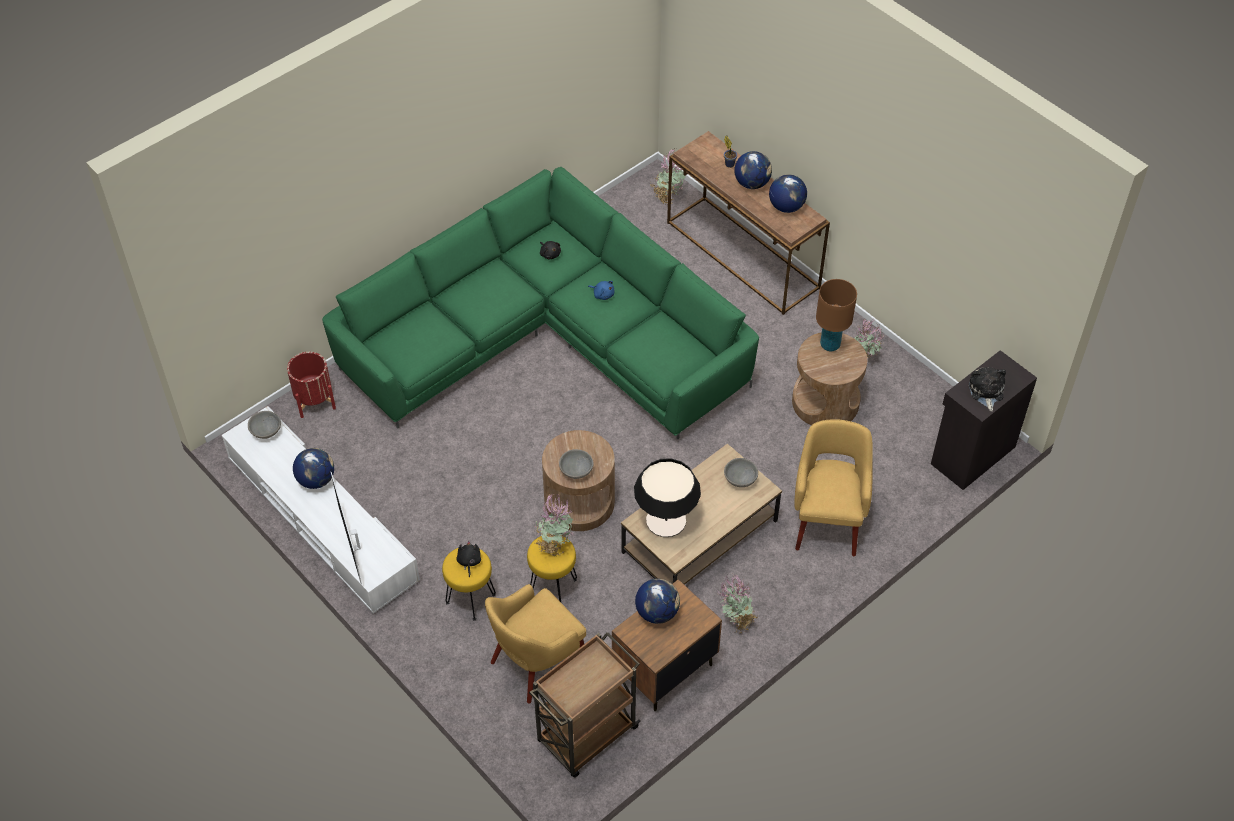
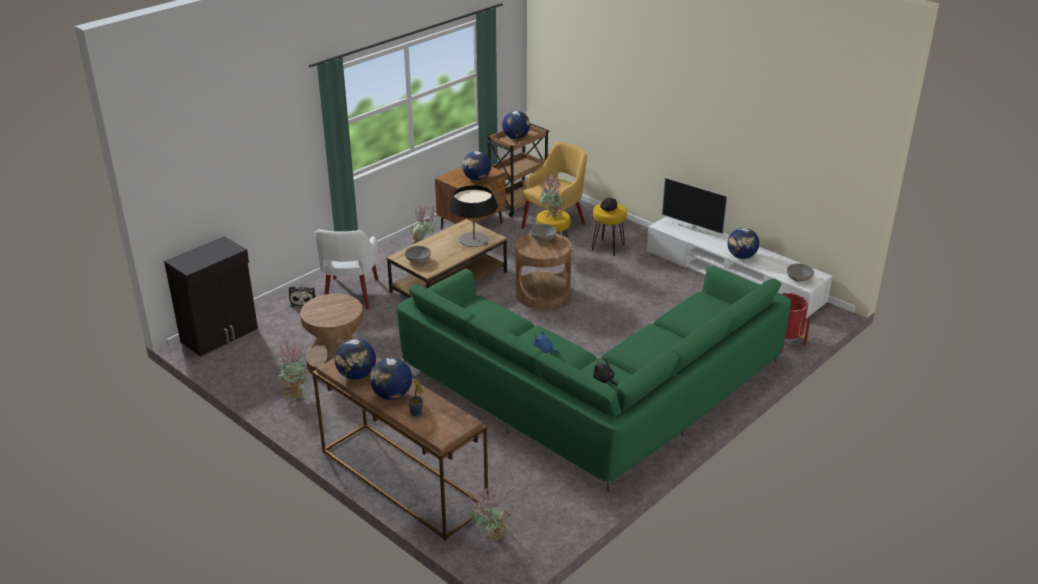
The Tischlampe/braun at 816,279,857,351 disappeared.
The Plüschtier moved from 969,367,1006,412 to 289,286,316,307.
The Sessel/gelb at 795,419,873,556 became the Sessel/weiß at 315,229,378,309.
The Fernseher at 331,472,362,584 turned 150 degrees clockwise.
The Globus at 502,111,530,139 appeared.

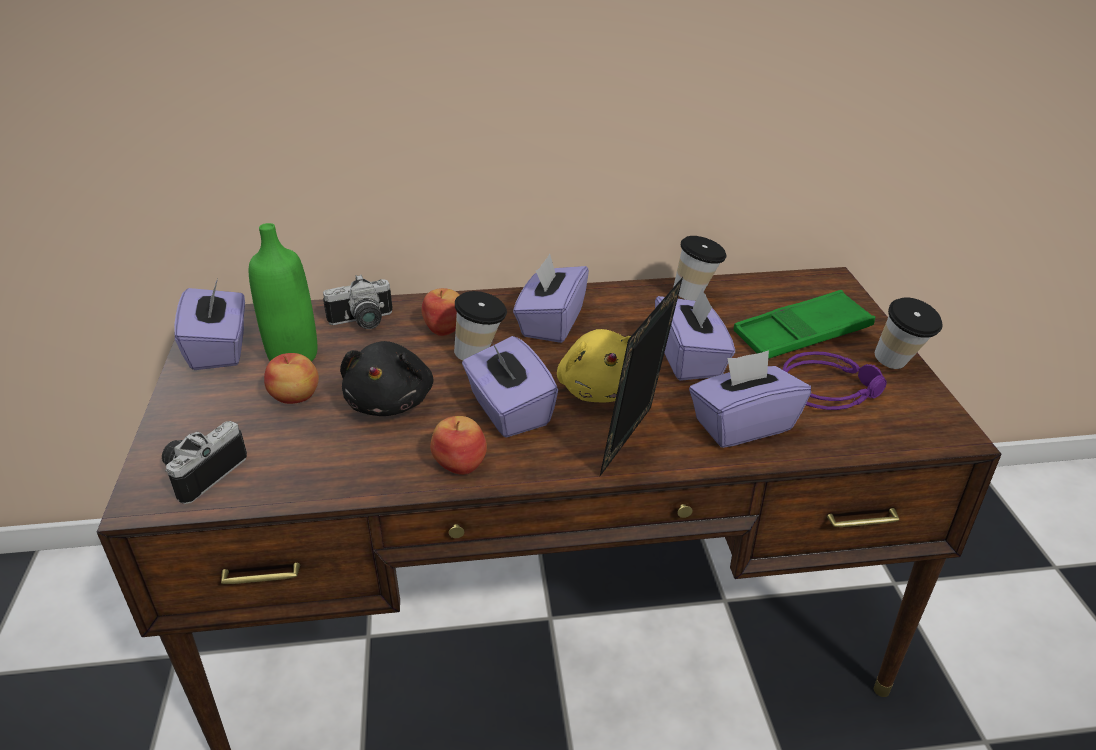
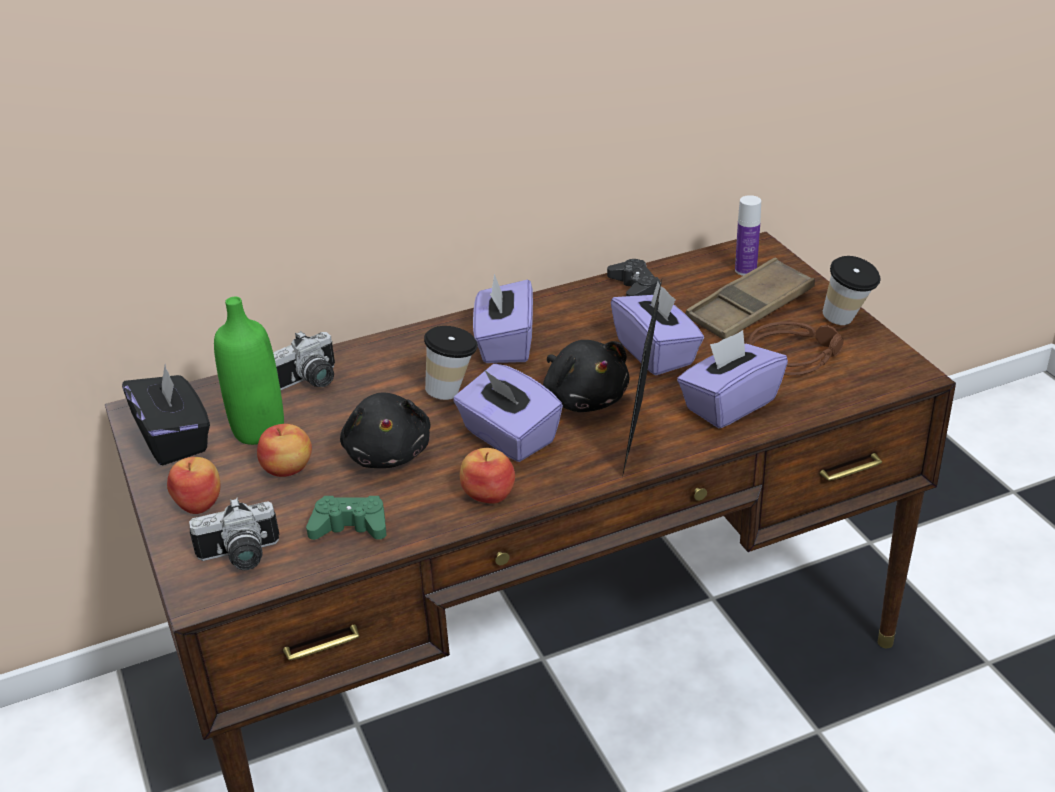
The Tasse at 673,236,727,301 was replaced by the Gamepad/schwarz at 607,259,661,296.
The Taschentuchbox/lila at 174,279,245,370 became the Taschentuchbox/schwarz at 122,365,210,465.
The Apfel moved from 421,288,459,336 to 167,457,220,514.
The Tablett/grün at 734,290,875,359 became the Tablett/braun at 686,258,815,339.
The Plüschtier/gelb at 557,329,631,402 became the Plüschtier/schwarz at 543,340,629,412.
The Kopfhörer/lila at 783,351,887,410 became the Kopfhörer/braun at 748,322,844,375.
The Kamera at 162,421,247,504 turned 120 degrees counterclockwise.
The Flasche at 735,195,761,276 appeared.
The Gamepad/grün at 306,496,386,540 appeared.

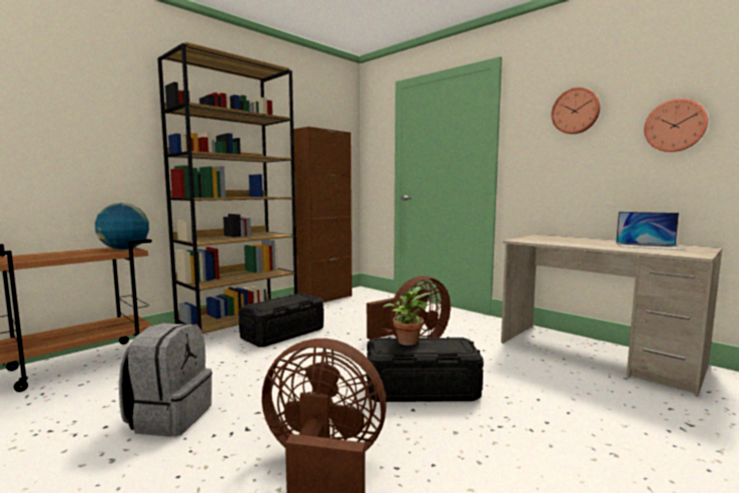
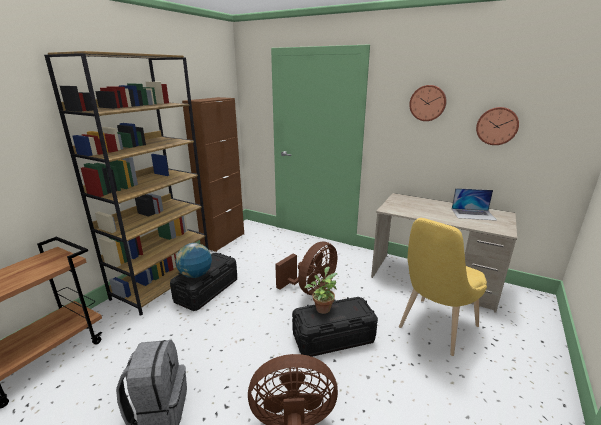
The Globus moved from 95,203,149,250 to 175,243,212,278.
The Stuhl/gelb at 399,218,487,356 appeared.

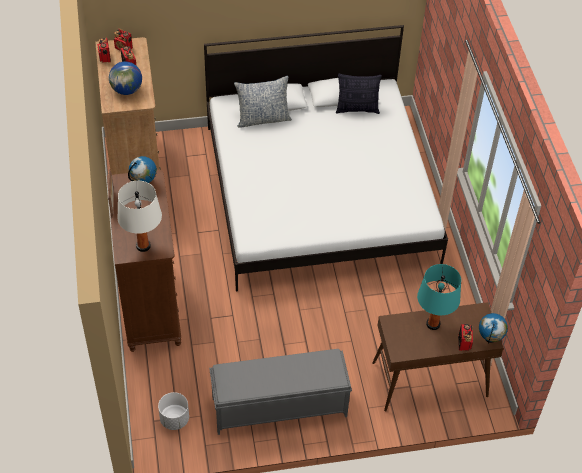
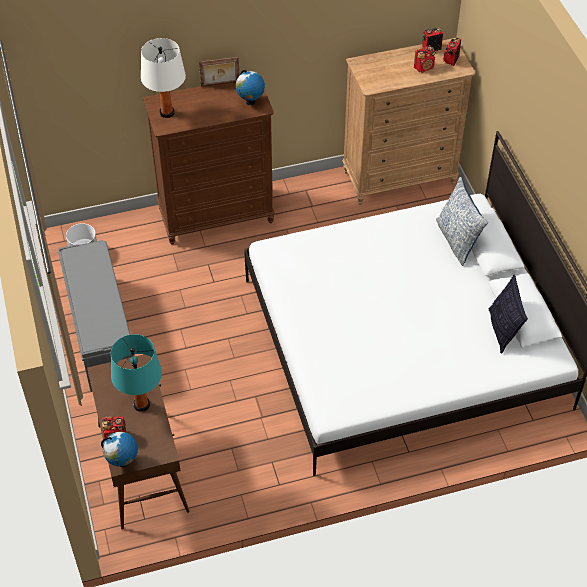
The Globus at 109,61,142,95 disappeared.

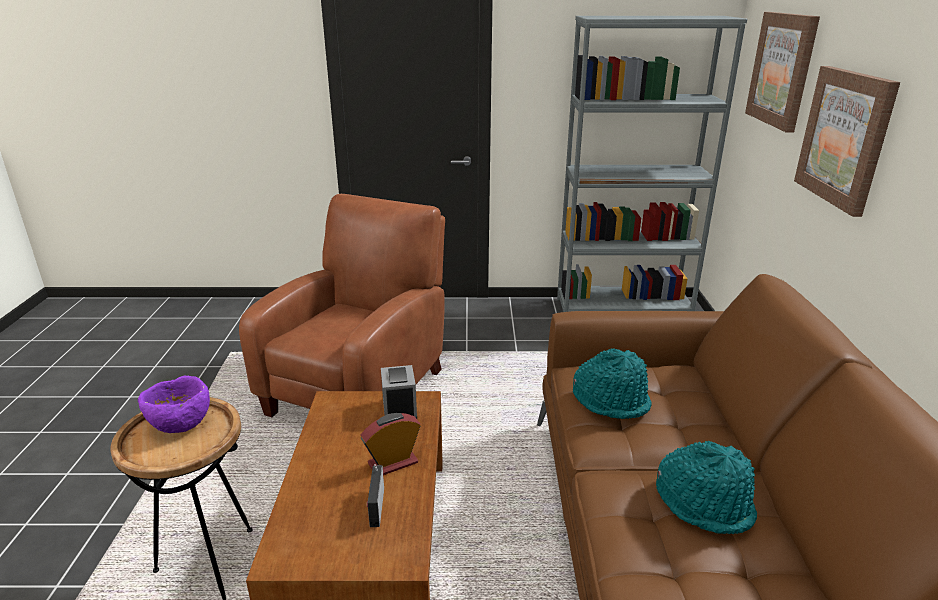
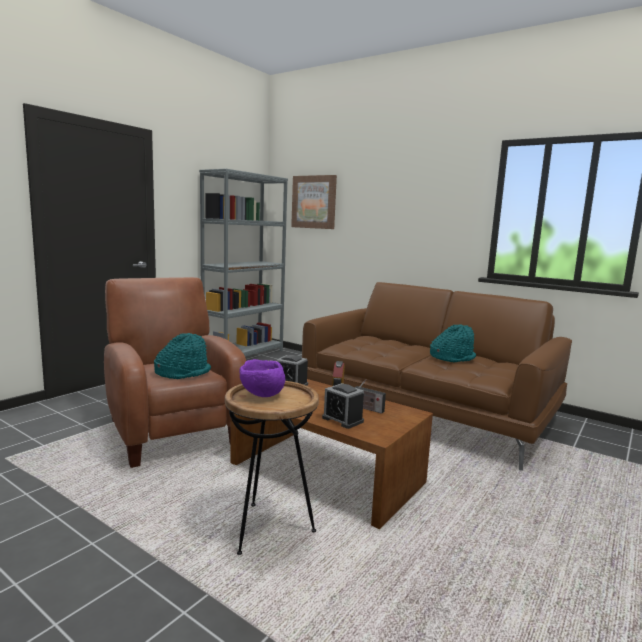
The Bild at 794,66,900,217 disappeared.
The Hut/türkis moved from 573,348,652,419 to 154,333,211,379.
The Wecker at 322,383,364,429 appeared.

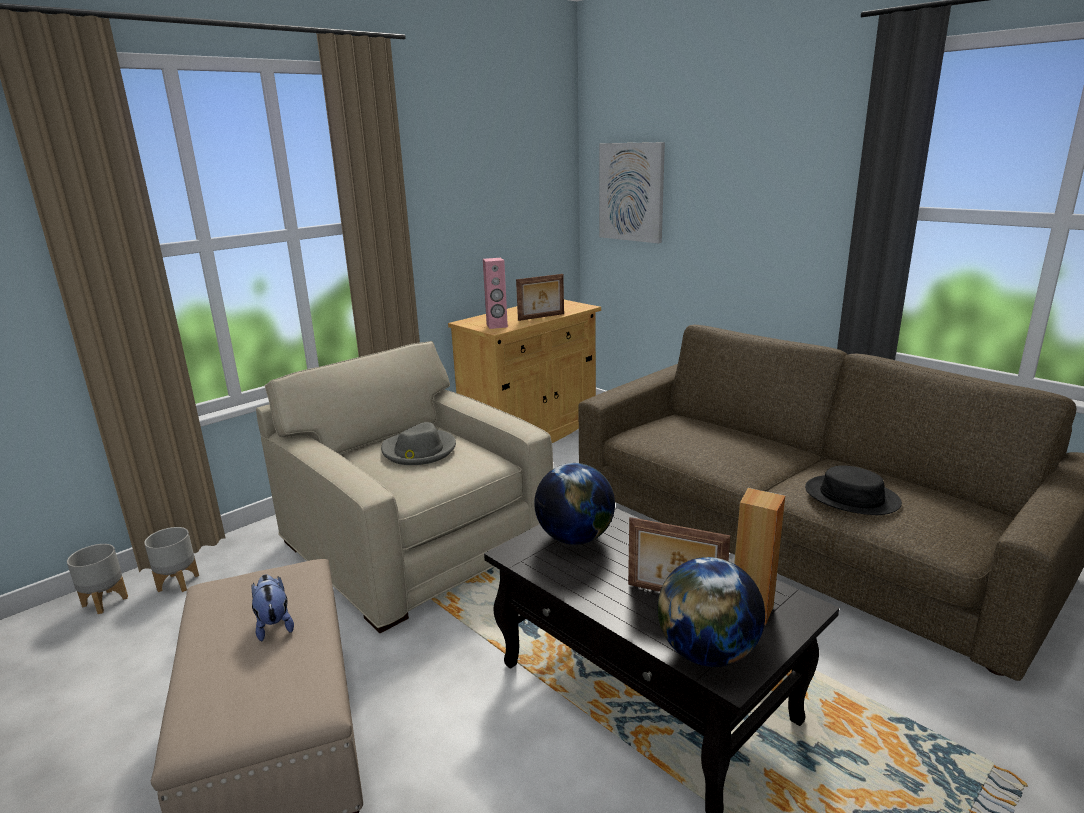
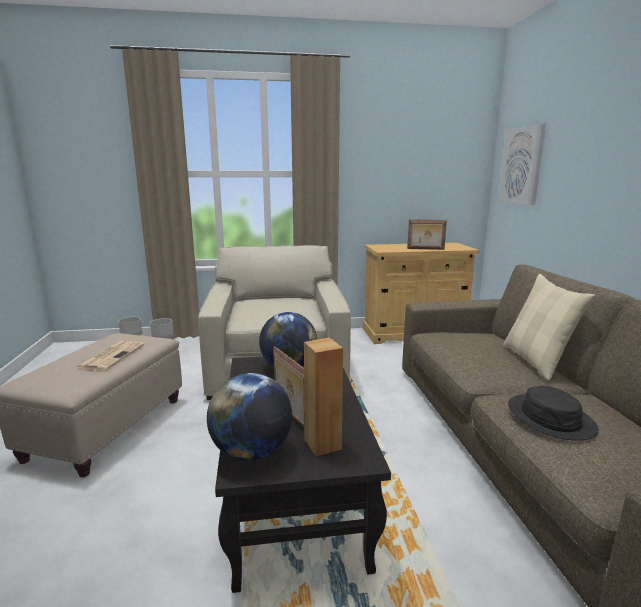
The Lautsprecher/rosa at 483,258,508,329 disappeared.
The Hut/grau at 381,422,456,465 disappeared.
The Plüschtier at 251,575,294,641 was replaced by the Zeitung at 75,341,145,371.
The Kissen/beige at 503,274,595,381 appeared.

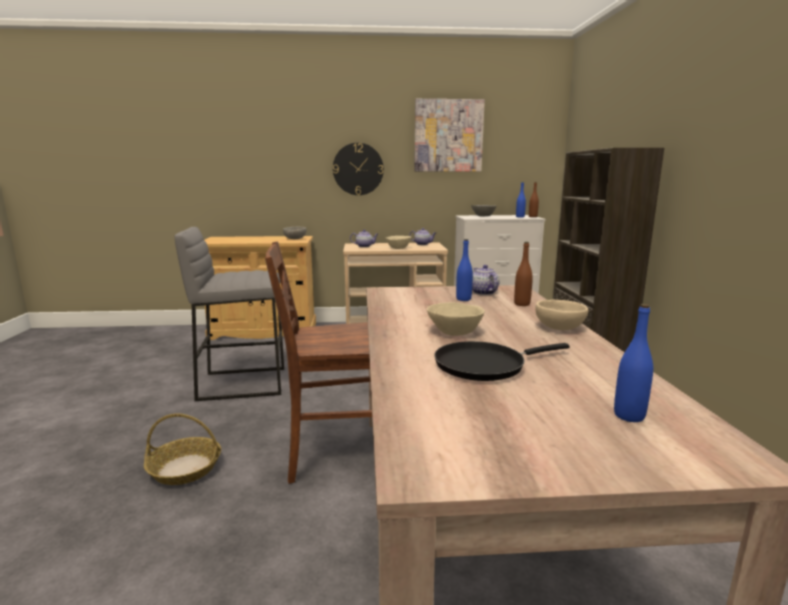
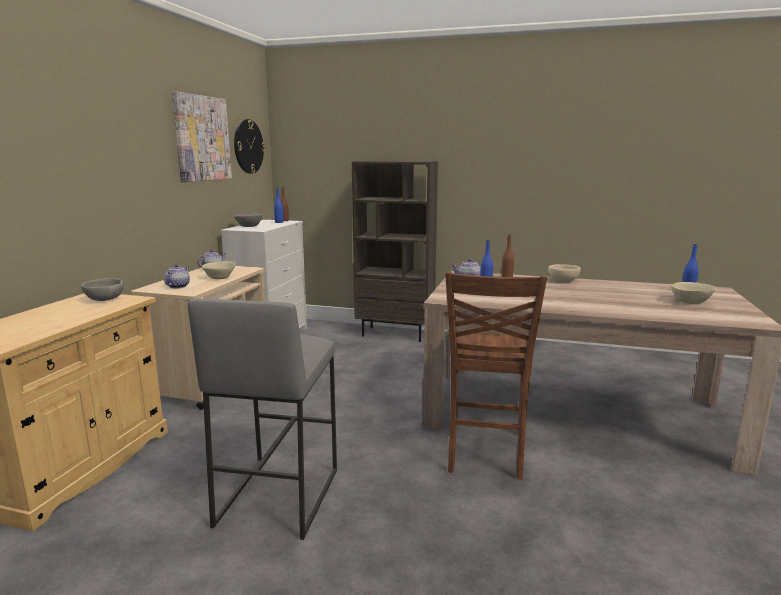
The Wanduhr moved from 333,143,384,195 to 234,119,265,174.
The Schüssel/beige moved from 427,302,485,336 to 671,282,716,304.
The Pfanne/schwarz at 434,341,570,381 disappeared.
The Korb at 144,413,221,485 disappeared.

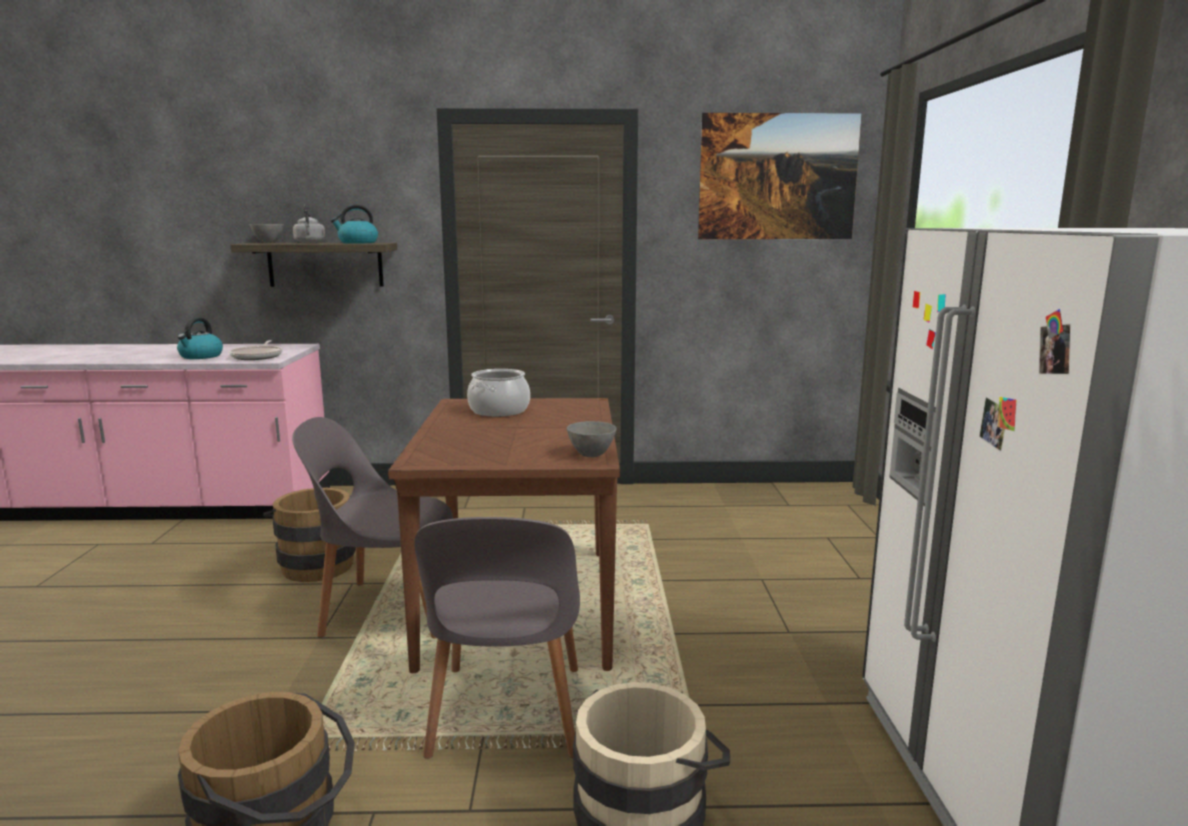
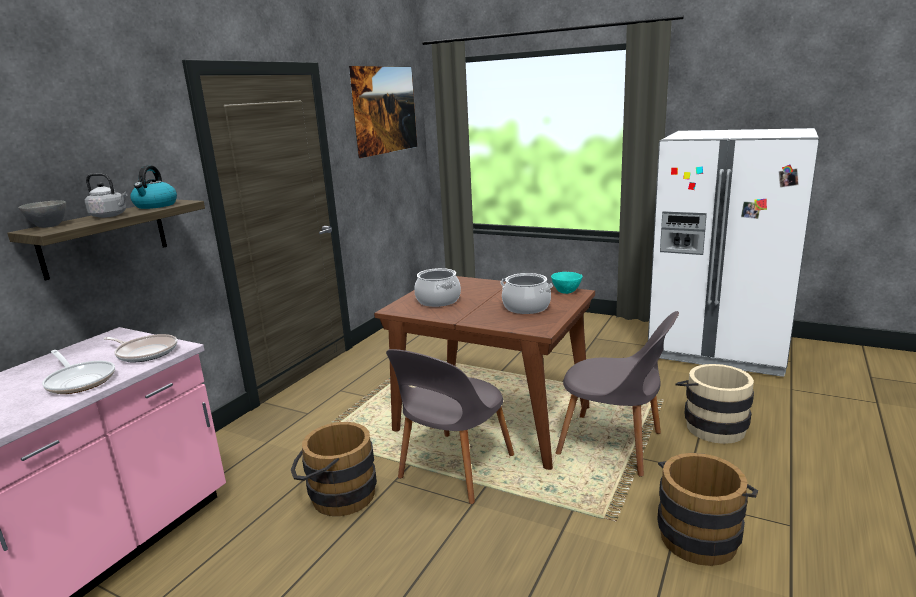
The Wasserkessel at 177,317,223,359 was replaced by the Pfanne at 42,350,115,394.
The Schüssel/grau at 567,421,616,457 became the Schüssel/türkis at 551,272,583,294.
The Kochtopf at 500,273,553,314 appeared.

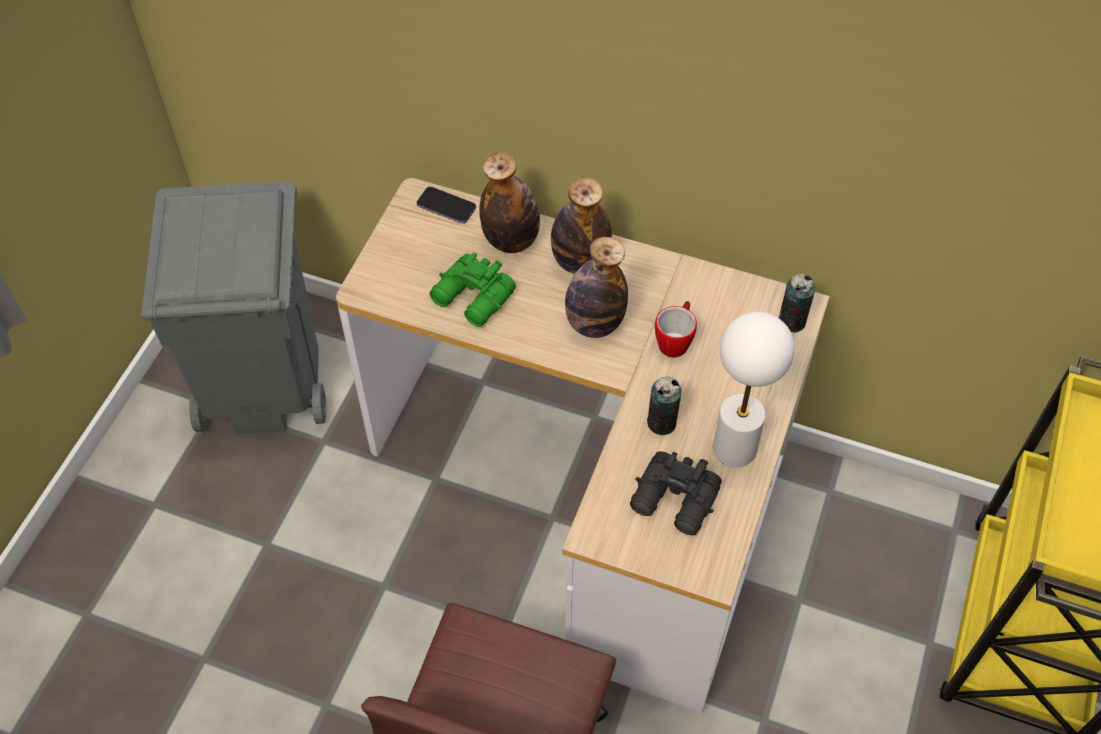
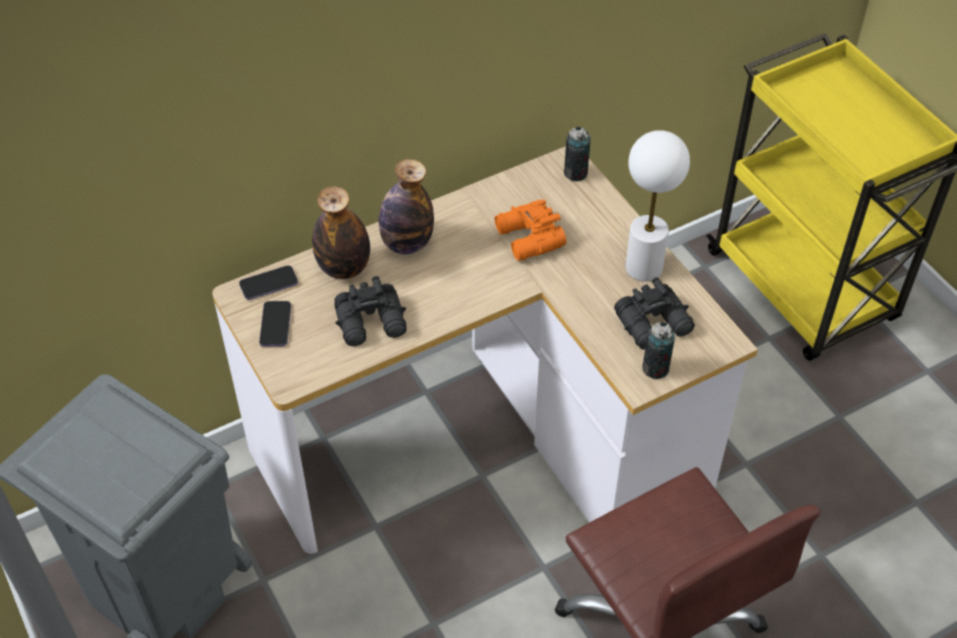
The Flasche at 565,237,628,338 disappeared.
The Fernglas/grün at 429,252,516,327 became the Fernglas/schwarz at 334,276,407,346.
The Henkelbecher at 655,301,697,358 was replaced by the Fernglas/orange at 495,200,566,261.
The Dose moved from 647,376,681,435 to 642,322,675,379.
The Handy at 259,301,291,347 appeared.

